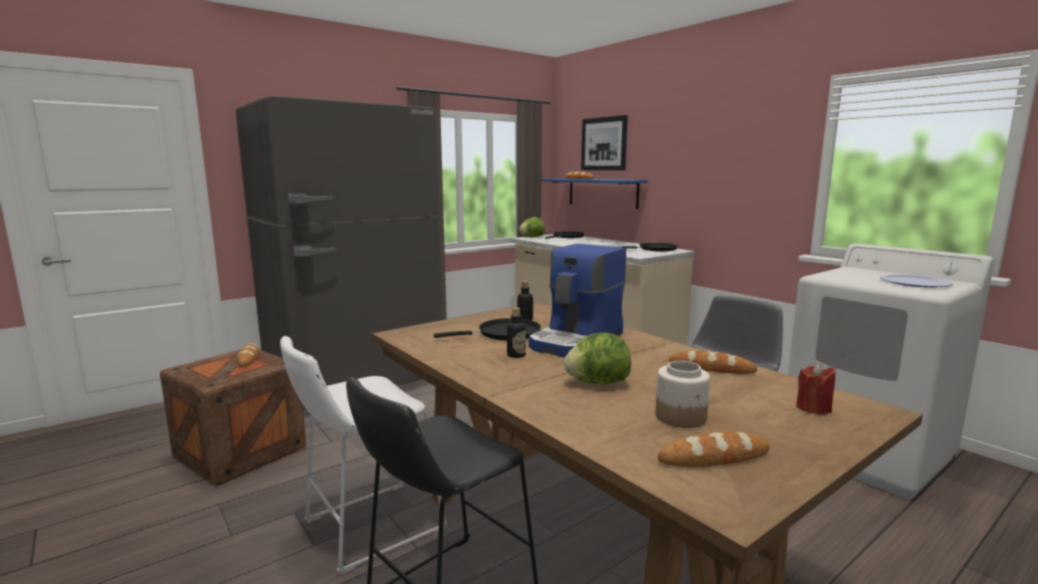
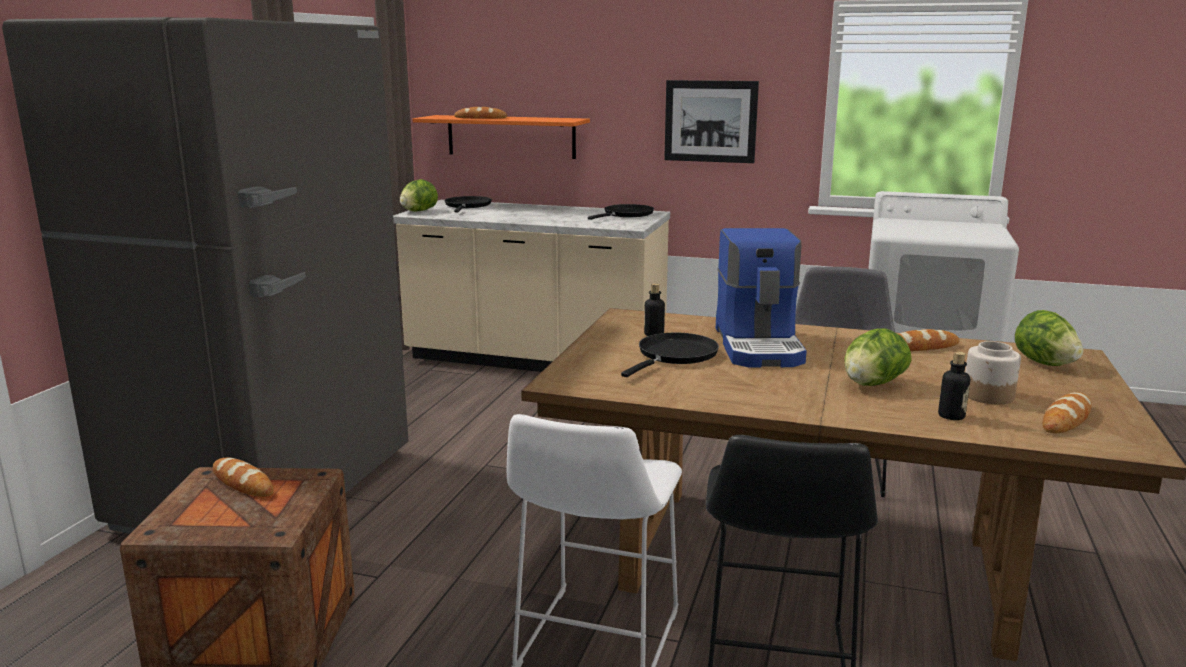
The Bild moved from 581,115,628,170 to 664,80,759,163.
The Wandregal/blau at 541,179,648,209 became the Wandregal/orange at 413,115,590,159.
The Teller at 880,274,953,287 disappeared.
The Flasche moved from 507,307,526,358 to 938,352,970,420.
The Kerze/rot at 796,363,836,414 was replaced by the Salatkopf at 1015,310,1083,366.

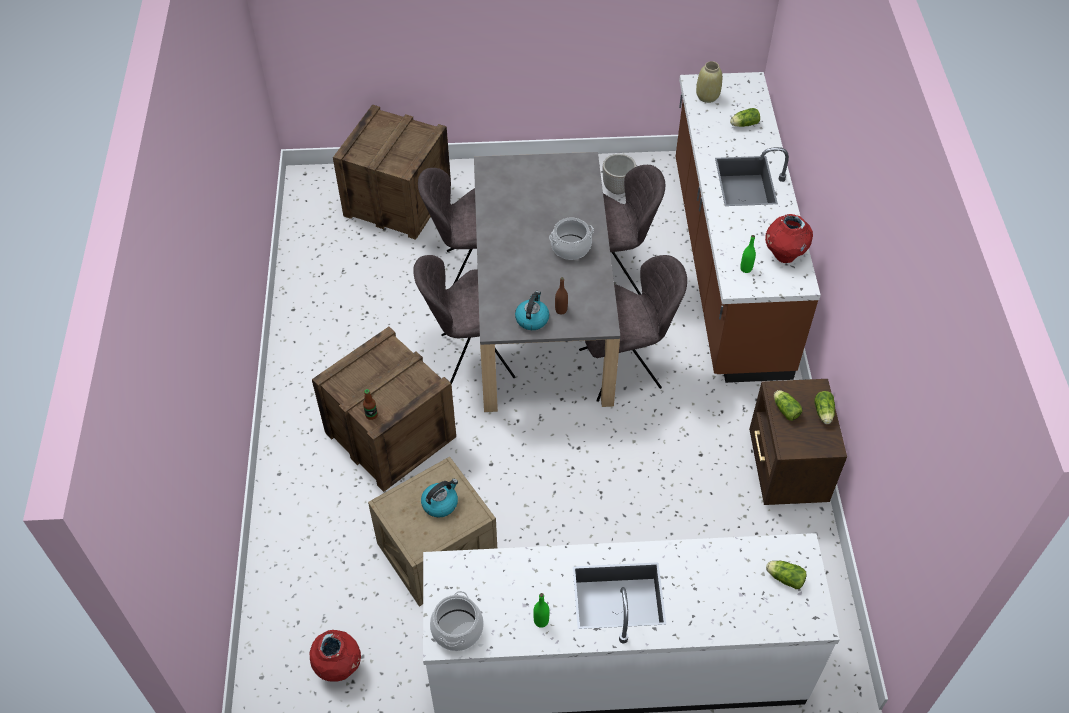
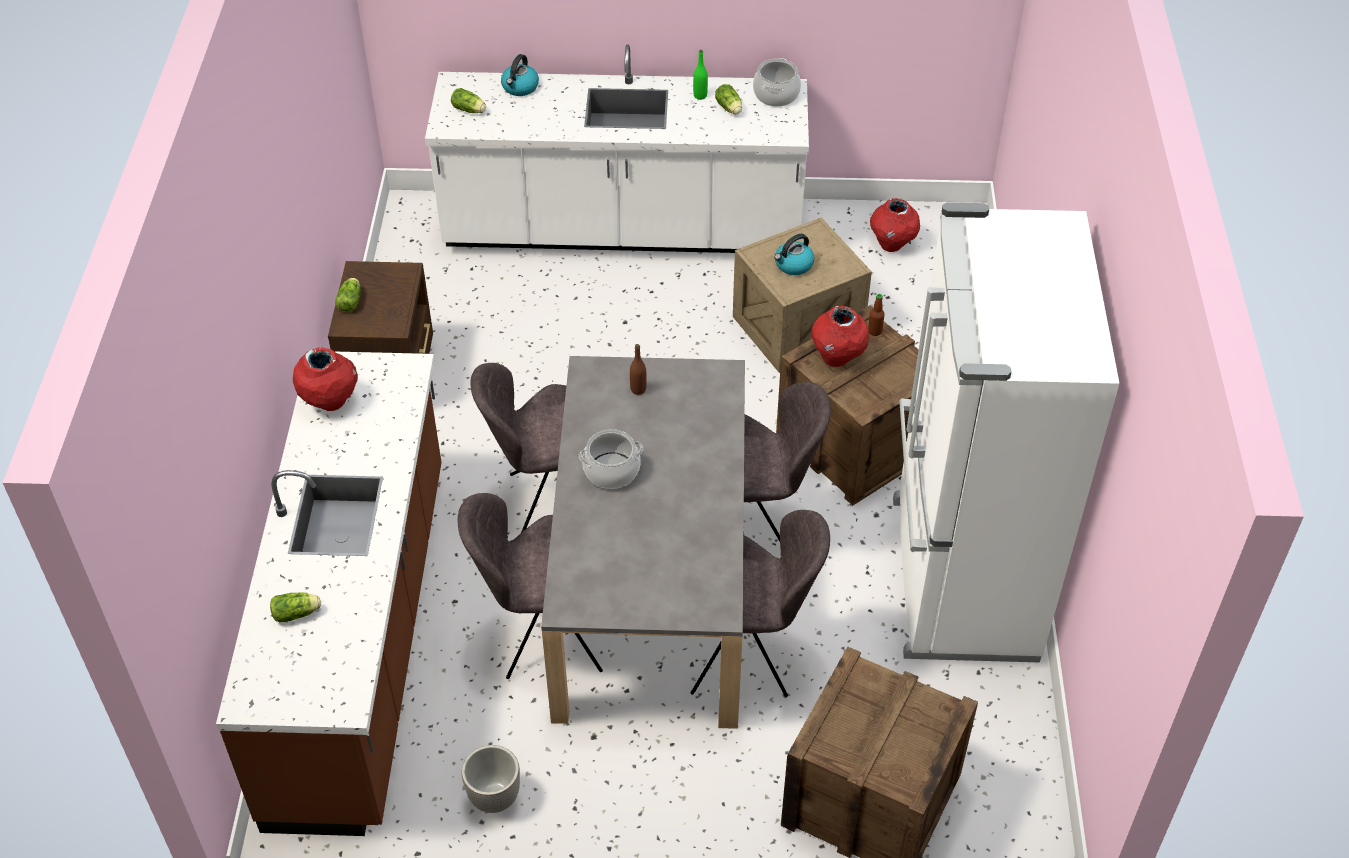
The Vase/beige at 696,61,722,103 disappeared.
The Flasche/grün at 740,235,756,273 disappeared.
The Wasserkessel moved from 515,291,549,330 to 501,54,539,96.
The Salatkopf moved from 774,390,803,421 to 715,84,742,115.
The Kühlschrank/weiß at 893,202,1120,662 appeared.
The Vase/rot at 812,306,869,367 appeared.

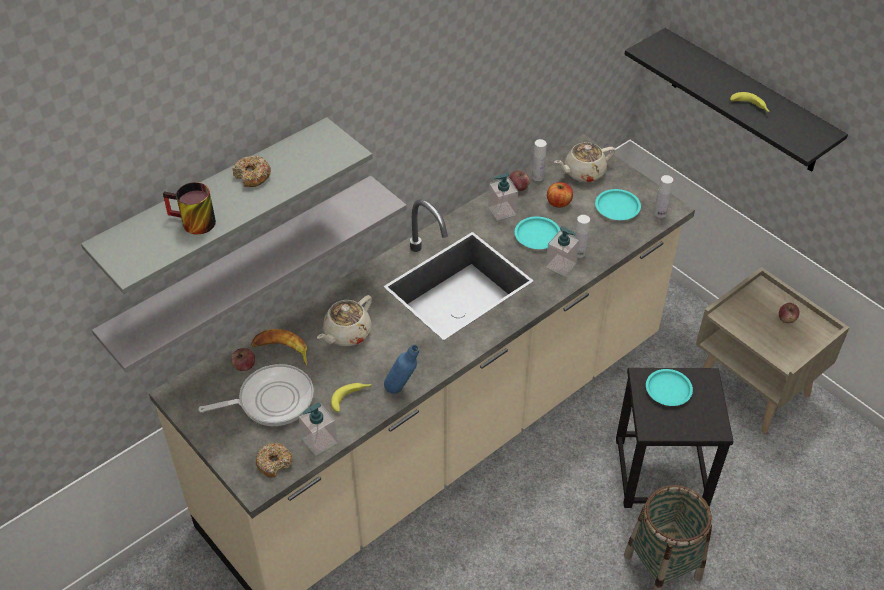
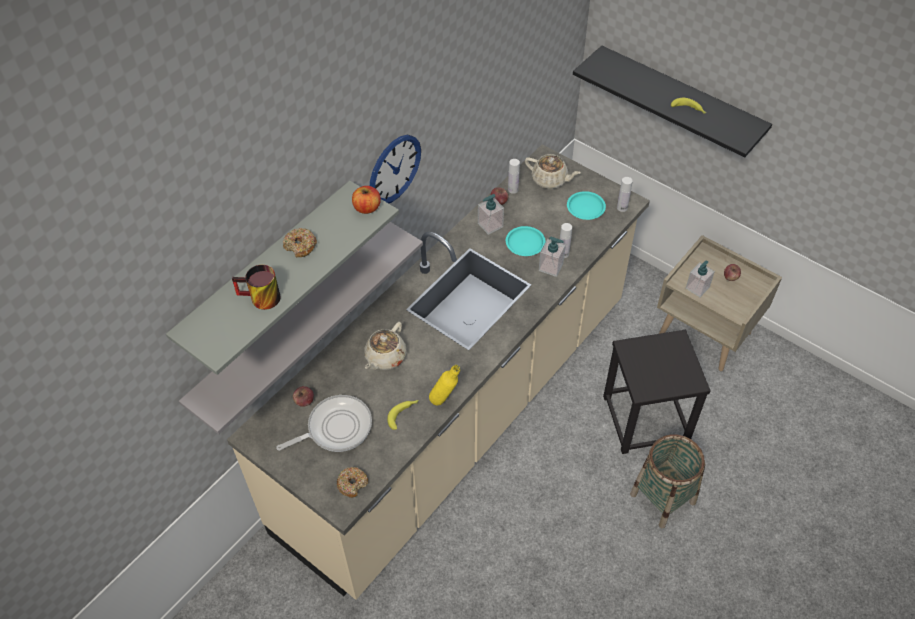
The Teekanne/beige at 555,142,615,182 turned 120 degrees counterclockwise.
The Apfel moved from 547,182,573,208 to 352,186,381,214.
The Banane at 251,329,308,366 disappeared.
The Flasche/blau at 384,345,419,394 became the Flasche/gelb at 429,365,460,405.
The Teller/türkis at 646,369,693,406 disappeared.
The Seifenspender moved from 298,402,337,456 to 686,260,715,297.
The Wanduhr at 370,135,421,203 appeared.

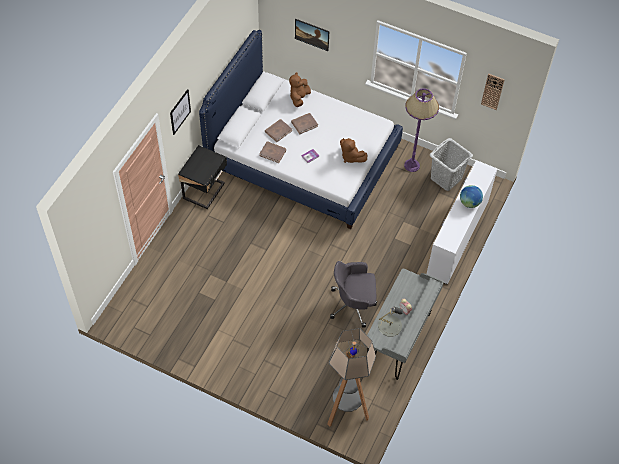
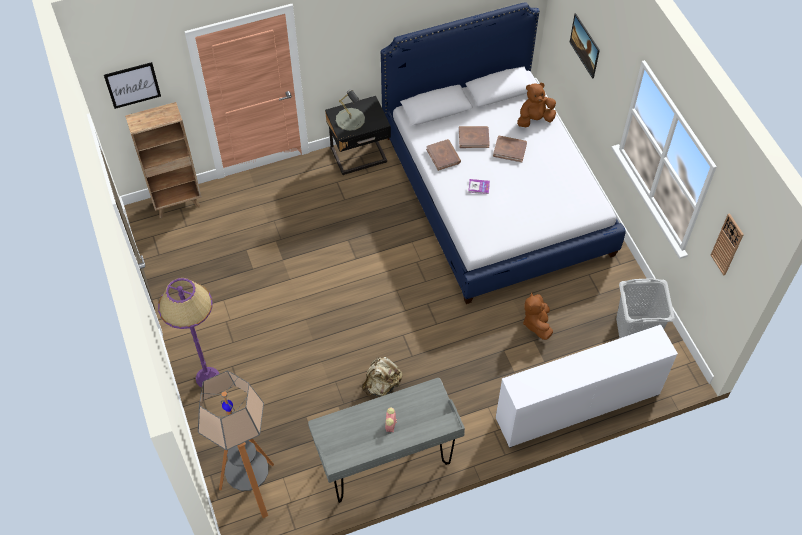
The Stehlampe/lila moved from 404,88,439,172 to 158,278,219,388.
The Bild moved from 170,89,191,135 to 104,62,161,109.
The Plüschtier/braun moved from 340,138,367,163 to 523,293,553,340.
The Globus at 460,185,483,208 disappeared.
The Bürostuhl/grau at 330,261,377,328 was replaced by the Rucksack/beige at 362,357,403,396.
The Tischlampe/grau moved from 378,306,403,336 to 336,90,365,131.
The Bücherregal/braun at 125,102,202,218 appeared.

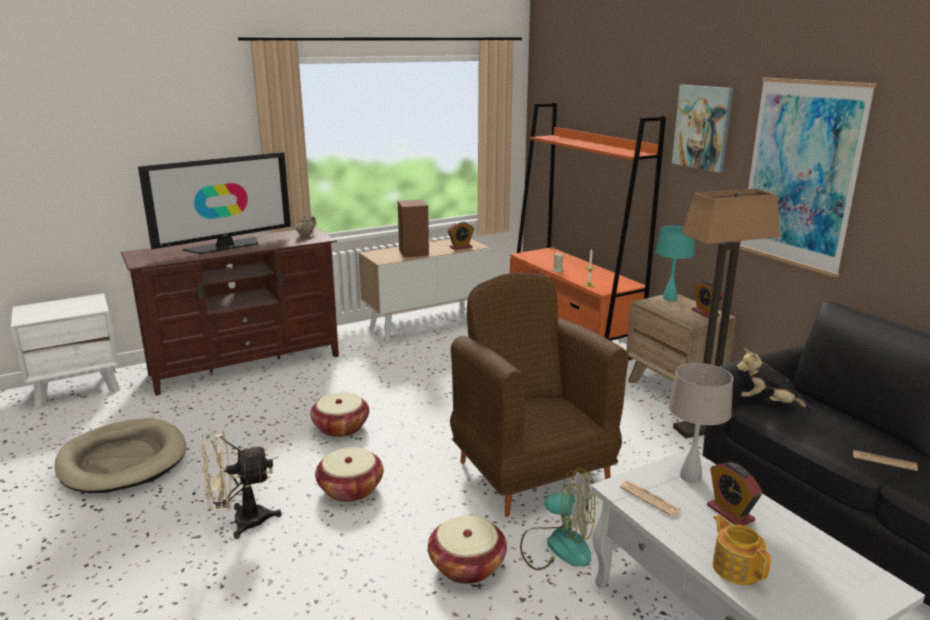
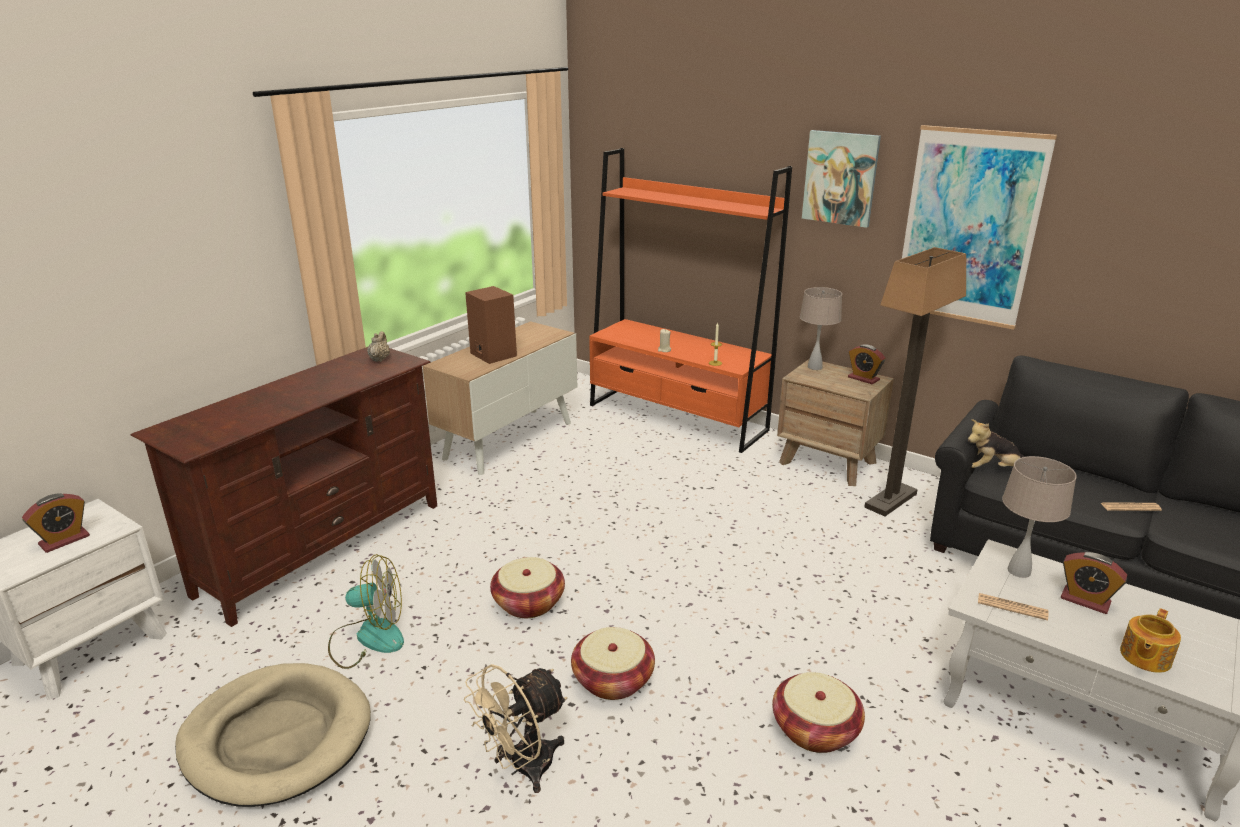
The Fernseher at 138,152,291,254 disappeared.
The Wecker moved from 448,221,474,250 to 22,493,90,553.
The Tischlampe/türkis at 656,226,695,301 became the Tischlampe/beige at 800,287,842,370.
The Sessel/braun at 450,272,629,517 disappeared.
The Ventilator moved from 520,467,595,570 to 328,554,404,669.
The Teekanne at 713,515,771,585 turned 90 degrees counterclockwise.

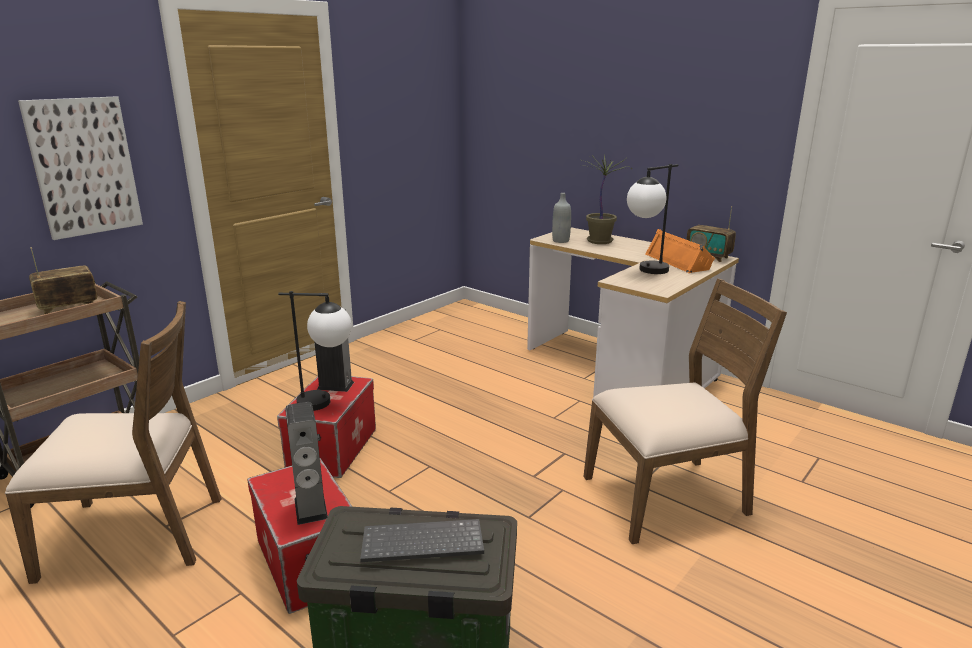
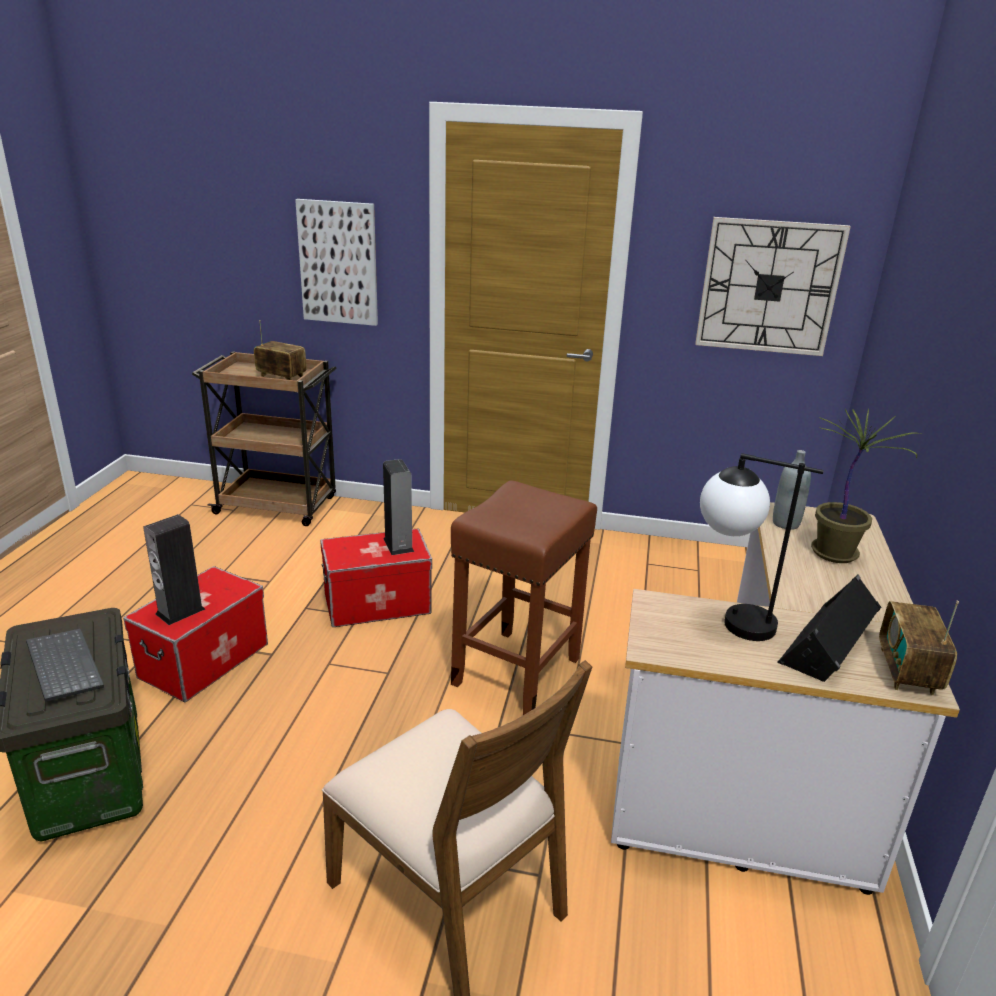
The Lautsprecher/orange at 645,229,715,273 became the Lautsprecher/schwarz at 777,575,881,682.
The Tischlampe at 278,291,352,411 disappeared.
The Stuhl/braun at 5,301,221,584 disappeared.
The Wanduhr at 695,217,851,356 appeared.
The Hocker/braun at 451,480,597,715 appeared.

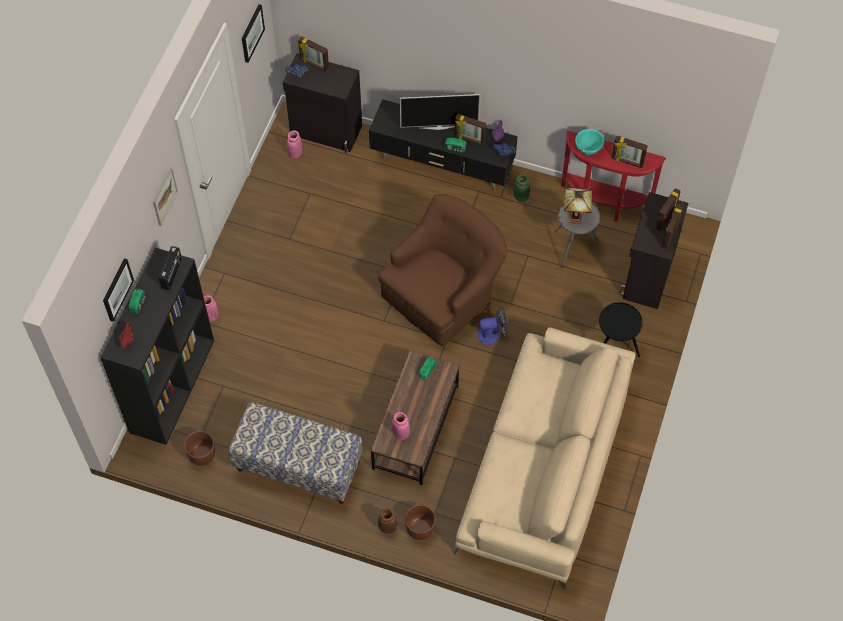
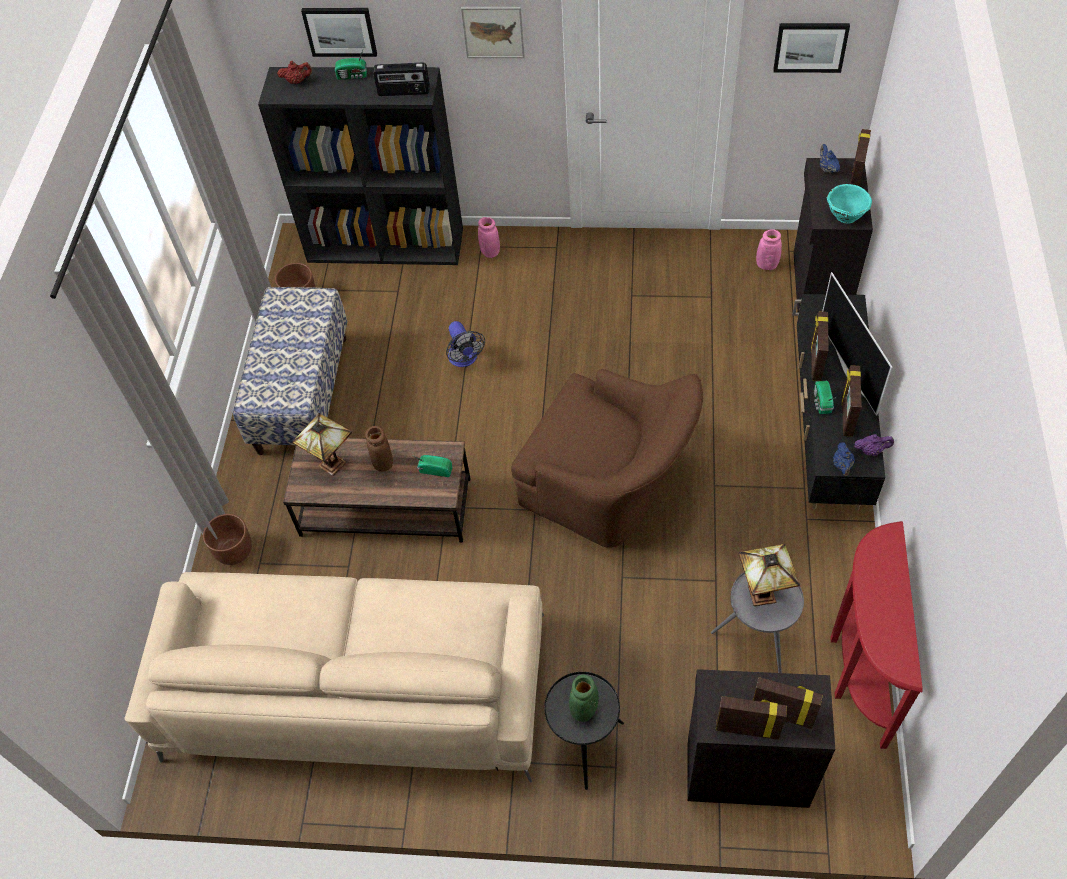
The Schüssel/türkis moved from 575,129,605,155 to 827,184,872,224.
The Bilderrahmen moved from 612,136,648,168 to 811,312,829,381.
The Vase/grün moved from 514,174,530,202 to 569,675,599,722.
The Ventilator moved from 477,307,508,345 to 446,321,485,367.
The Vase/rosa at 392,412,410,440 was replaced by the Tischlampe at 292,413,352,476.
The Vase/braun moved from 378,509,398,534 to 365,426,393,472.

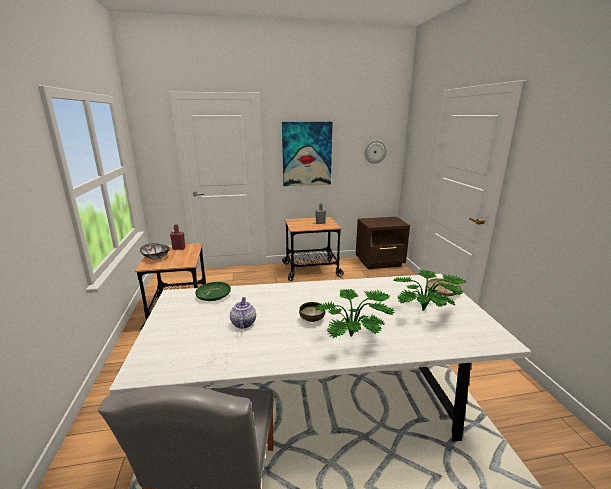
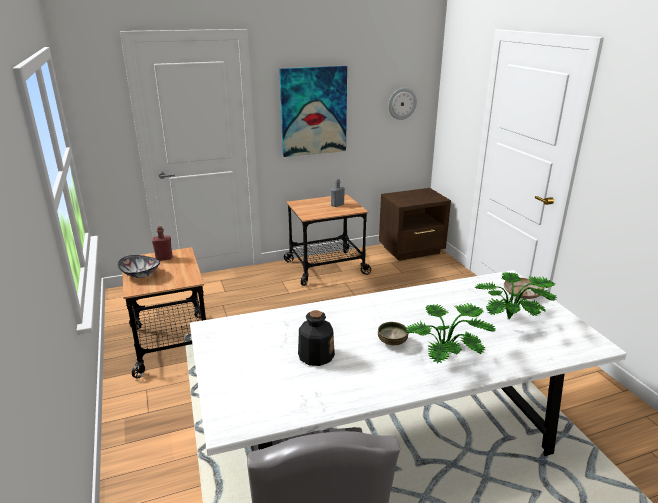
The Teller/grün at 195,282,231,301 disappeared.
The Teekanne at 230,297,256,329 was replaced by the Flasche at 298,310,335,366.

